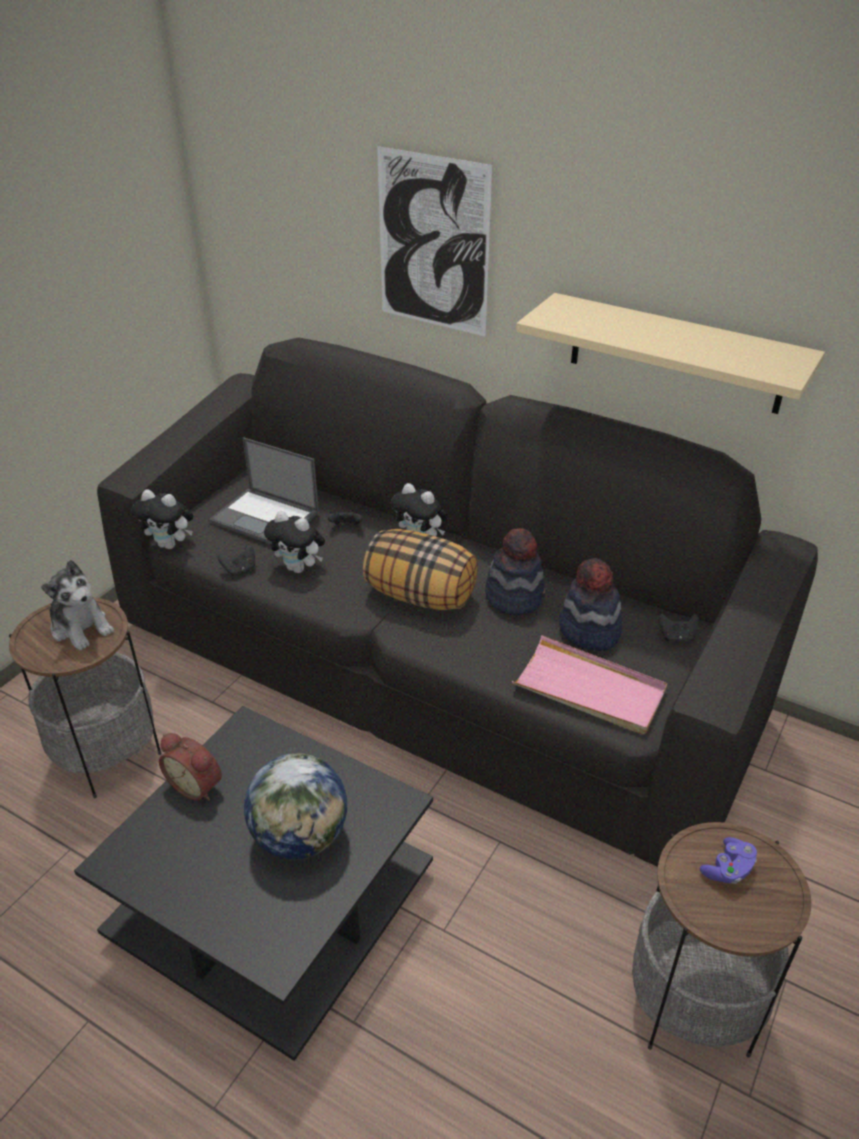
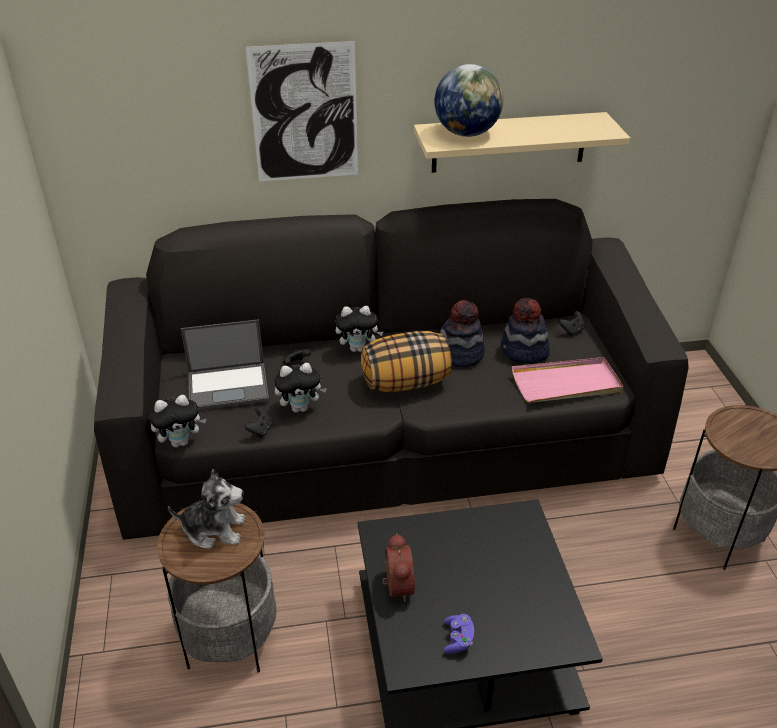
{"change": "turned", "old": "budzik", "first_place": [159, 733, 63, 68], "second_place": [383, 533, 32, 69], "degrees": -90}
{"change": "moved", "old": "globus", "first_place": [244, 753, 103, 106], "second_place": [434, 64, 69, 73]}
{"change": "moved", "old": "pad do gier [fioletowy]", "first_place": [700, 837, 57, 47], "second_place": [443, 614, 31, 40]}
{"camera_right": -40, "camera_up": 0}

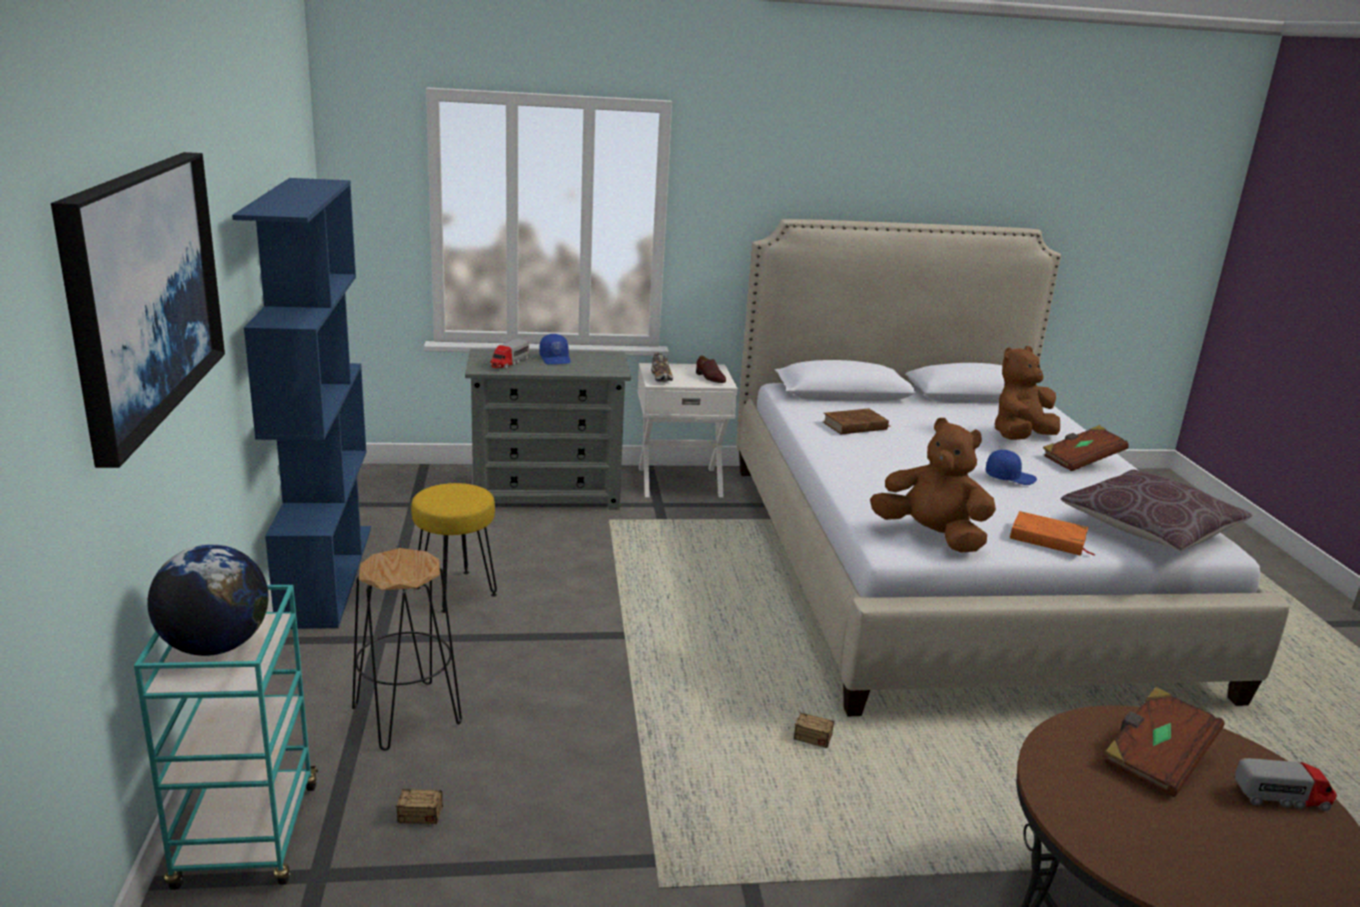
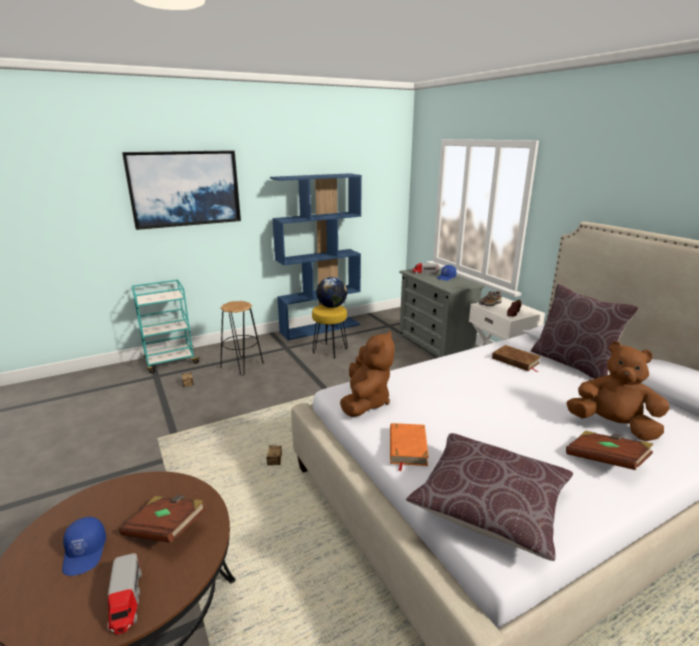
{"change": "moved", "old": "czapka z daszkiem [niebieski]", "first_place": [986, 450, 51, 35], "second_place": [62, 517, 44, 59]}
{"change": "moved", "old": "globus", "first_place": [147, 544, 122, 112], "second_place": [316, 277, 31, 31]}
{"change": "added", "new": "poduszka [brązowy]", "second_place": [531, 284, 108, 95]}
{"camera_right": 70, "camera_up": 0}

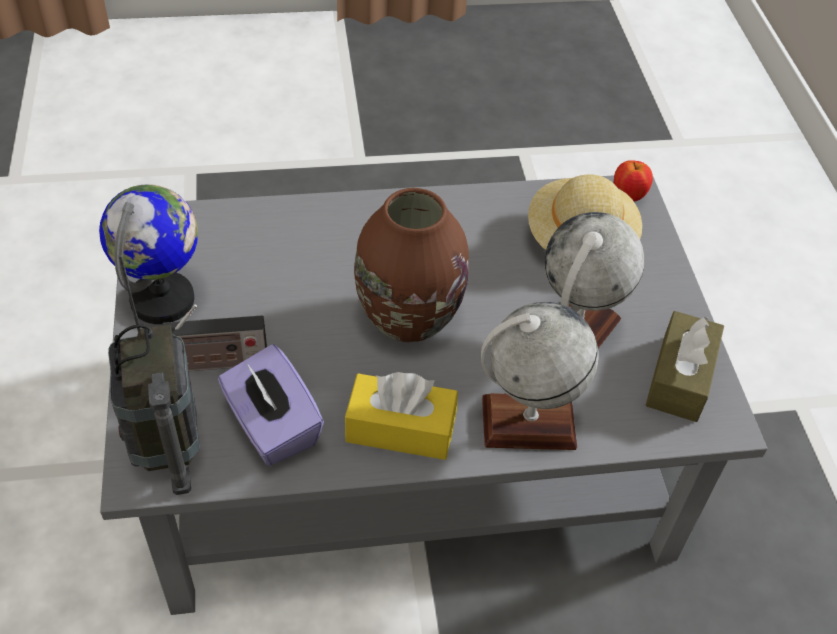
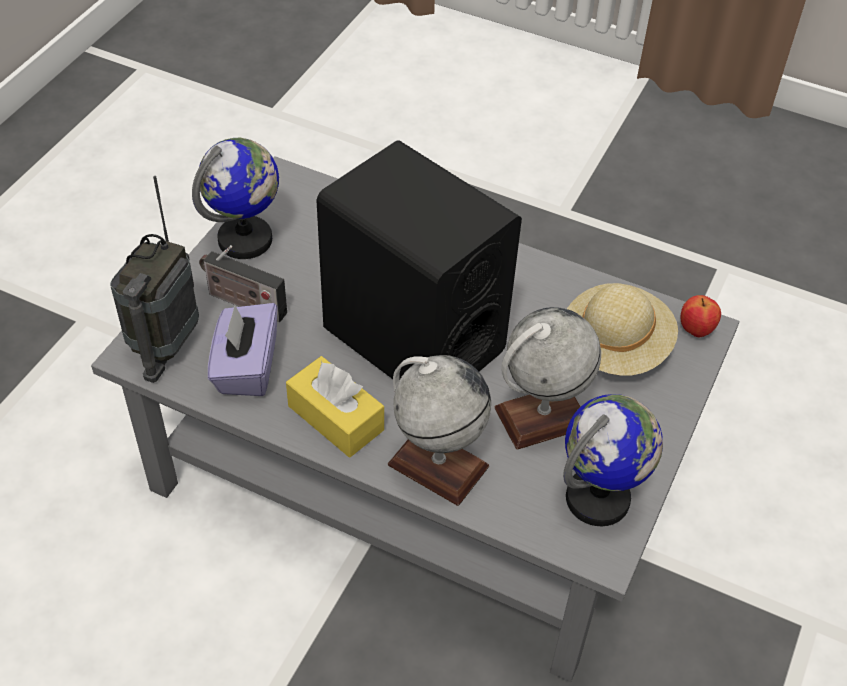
{"change": "replaced", "old": "wazon [brązowy]", "new": "głośnik [czarny]", "first_place": [354, 188, 115, 154], "second_place": [316, 140, 206, 240]}
{"change": "replaced", "old": "pudełko chusteczek [brązowy]", "new": "globus", "first_place": [646, 311, 78, 111], "second_place": [563, 394, 100, 132]}
{"camera_right": 35, "camera_up": 0}

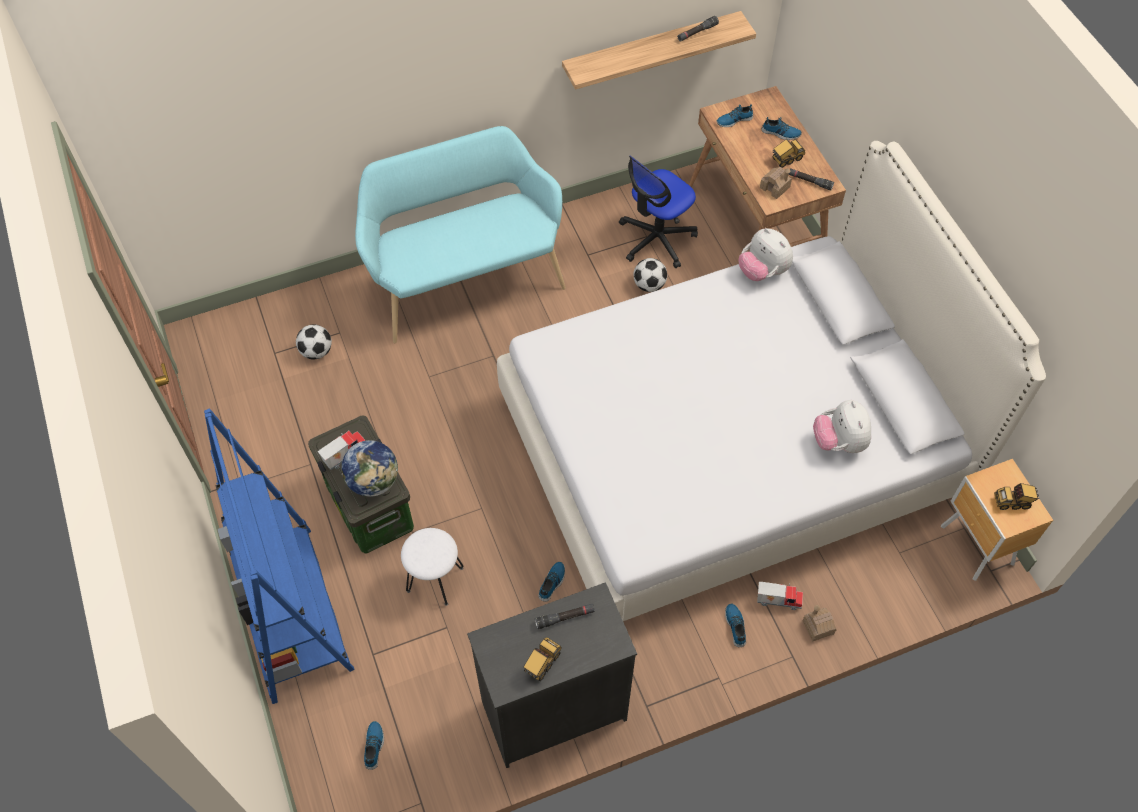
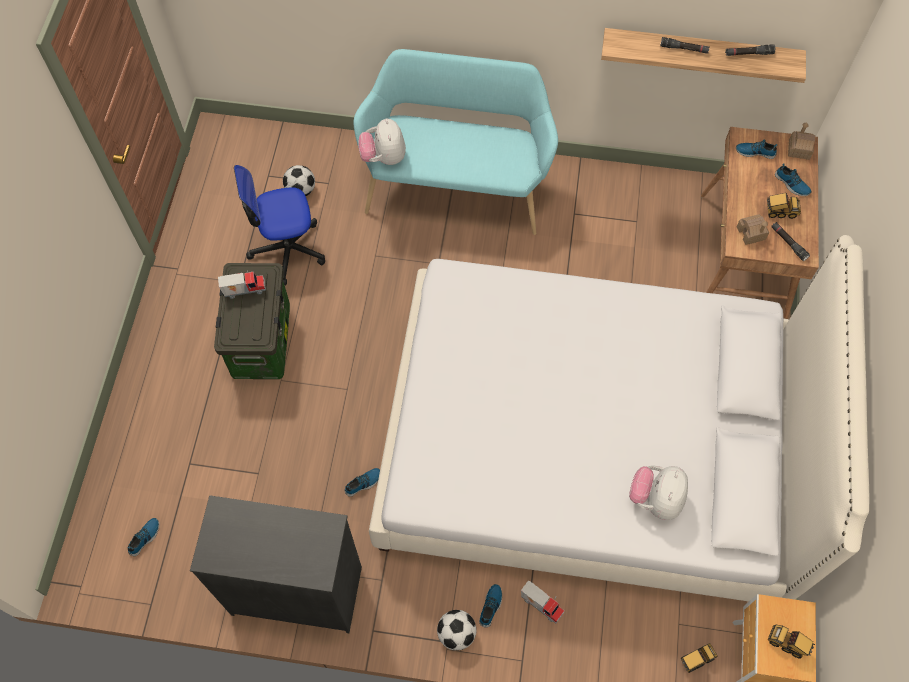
{"change": "moved", "old": "krzesło biurowe", "first_place": [619, 156, 79, 112], "second_place": [234, 165, 91, 120]}
{"change": "moved", "old": "pluszak", "first_place": [739, 228, 54, 53], "second_place": [358, 118, 48, 47]}
{"change": "moved", "old": "piłka futbolowa", "first_place": [633, 258, 34, 34], "second_place": [437, 610, 40, 40]}
{"change": "moved", "old": "latarka [czarny]", "first_place": [535, 604, 60, 25], "second_place": [660, 37, 50, 17]}
{"change": "moved", "old": "ciężarówka zabawkowa", "first_place": [523, 637, 39, 44], "second_place": [681, 643, 37, 30]}
{"change": "moved", "old": "domek", "first_place": [802, 605, 35, 37], "second_place": [788, 123, 27, 37]}
{"change": "removed", "old": "regał [niebieski]", "first_place": [204, 409, 150, 295]}
{"change": "removed", "old": "globus", "first_place": [341, 440, 57, 57]}
{"change": "removed", "old": "stołek [biały]", "first_place": [401, 528, 63, 78]}
{"camera_right": 30, "camera_up": 5}

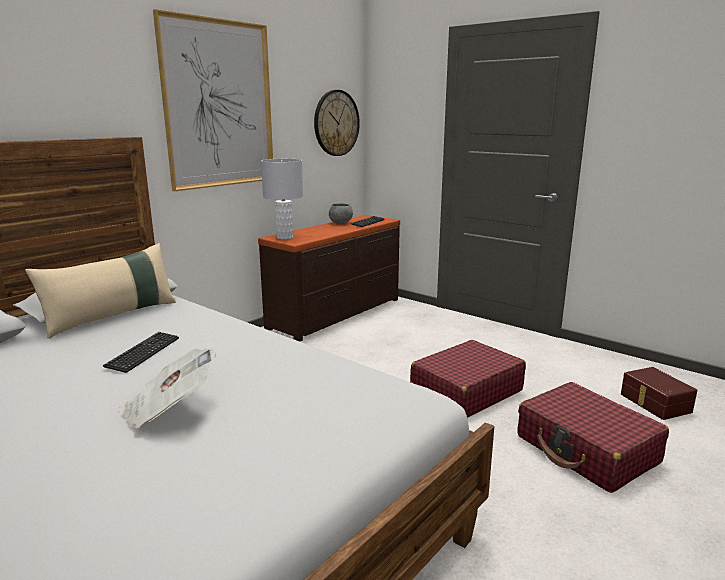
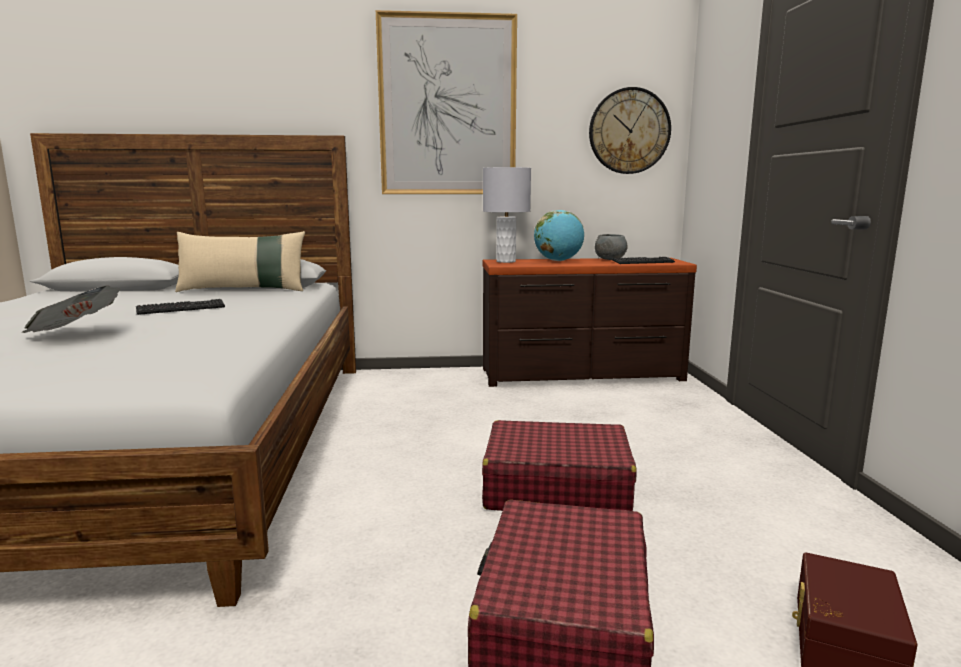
{"change": "added", "new": "globus", "second_place": [534, 210, 50, 51]}
{"camera_right": 45, "camera_up": -5}

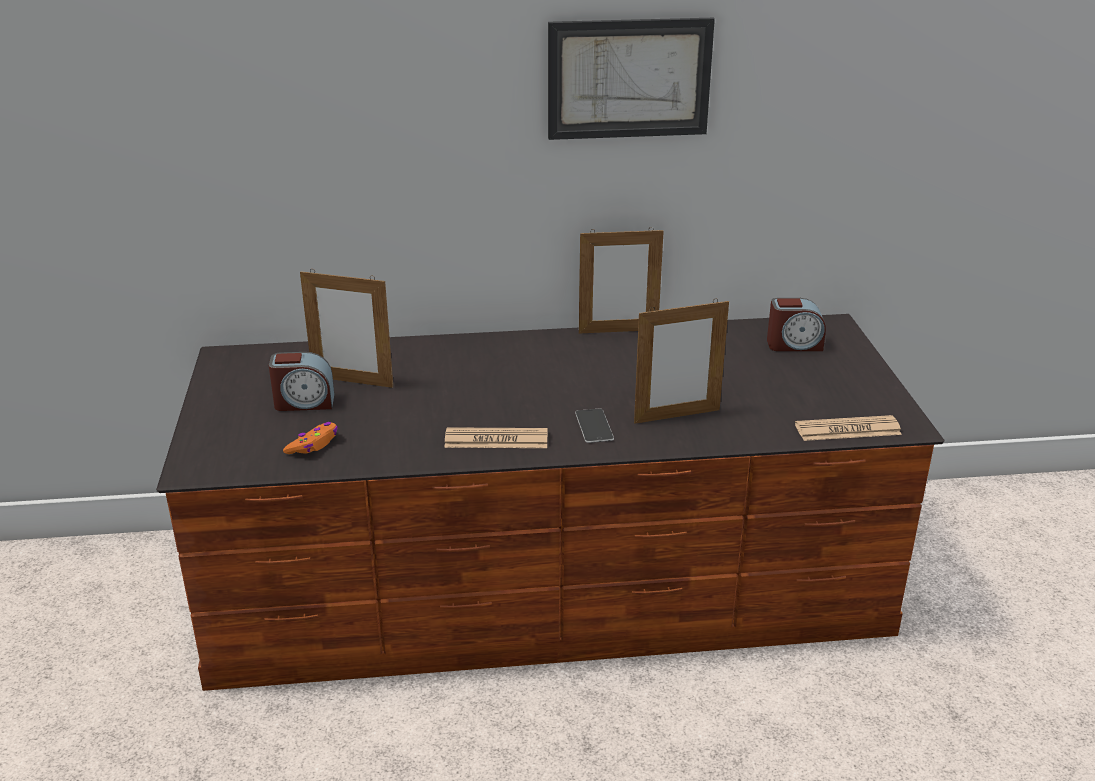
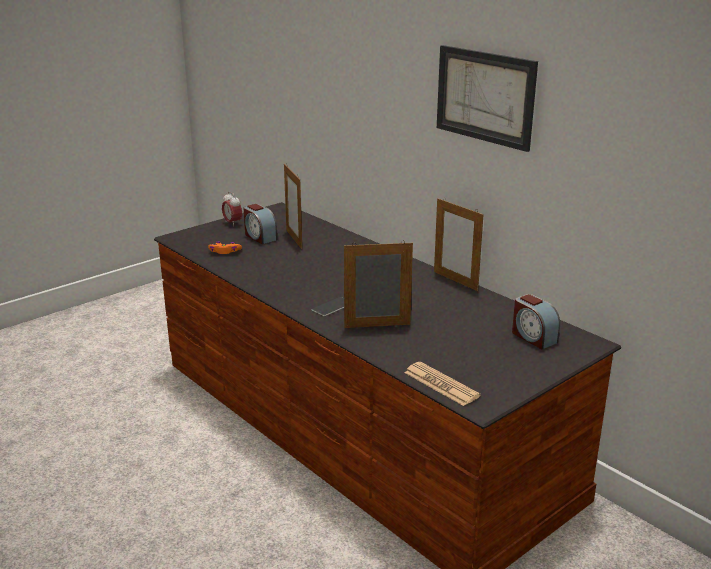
{"change": "added", "new": "budzik", "second_place": [222, 191, 20, 36]}
{"change": "turned", "old": "ramka na zdjęcie", "first_place": [634, 299, 95, 125], "second_place": [344, 241, 69, 87], "degrees": 135}
{"change": "removed", "old": "gazeta", "first_place": [444, 427, 103, 21]}
{"camera_right": 55, "camera_up": -5}

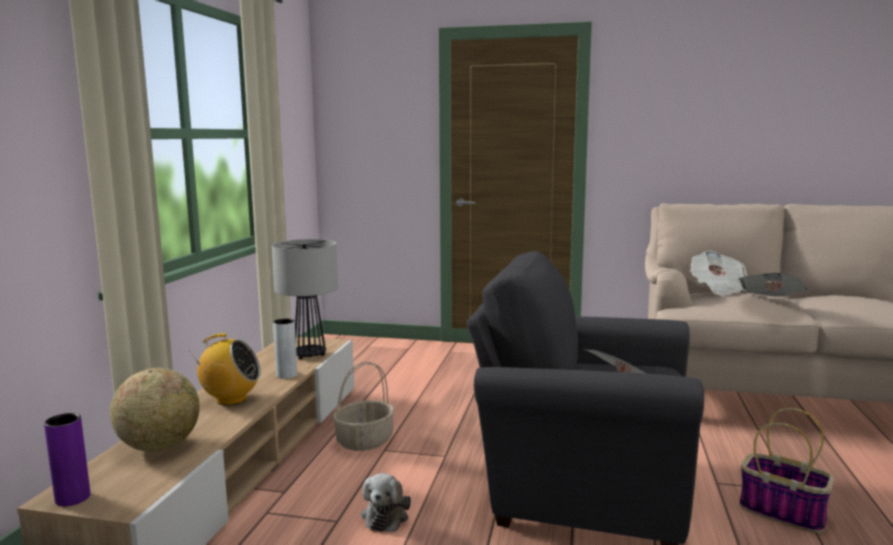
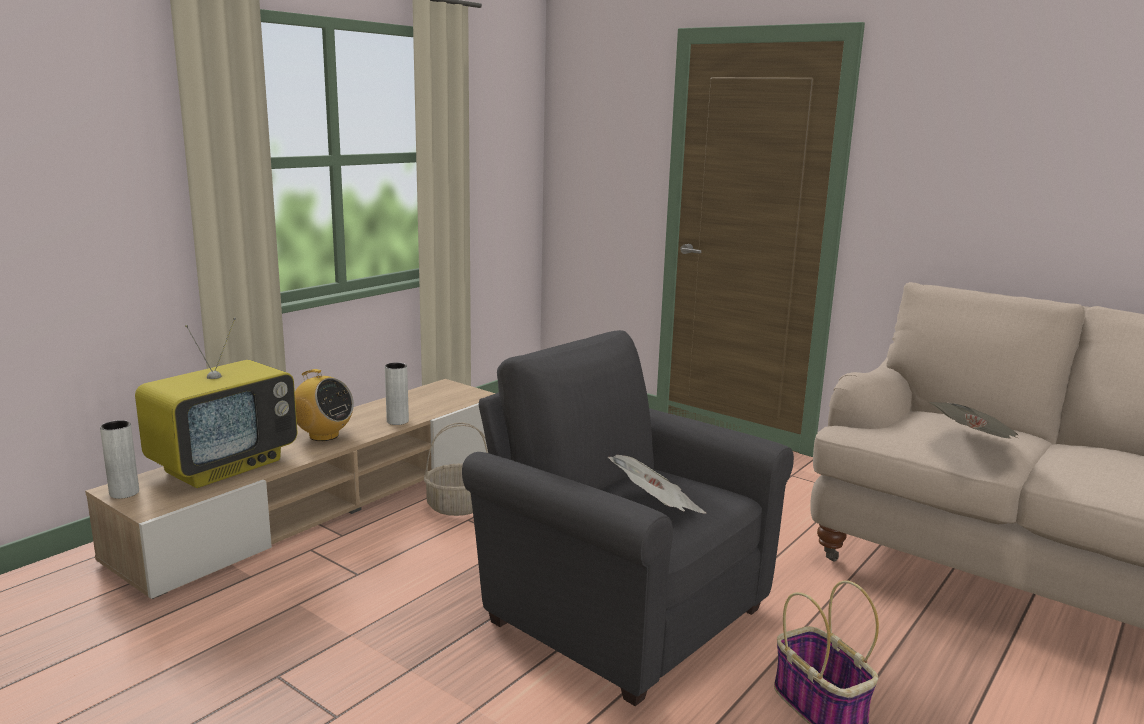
{"change": "recoloured", "old": "wazon [fioletowy]", "new": "wazon [szary]", "first_place": [44, 413, 46, 93], "second_place": [100, 420, 39, 79]}
{"change": "replaced", "old": "globus", "new": "telewizor", "first_place": [110, 368, 90, 84], "second_place": [135, 317, 162, 171]}
{"change": "removed", "old": "lampa stołowa", "first_place": [272, 239, 66, 121]}
{"change": "removed", "old": "pluszak", "first_place": [361, 473, 50, 59]}
{"change": "removed", "old": "gazeta", "first_place": [690, 251, 57, 45]}
{"camera_right": 25, "camera_up": 5}

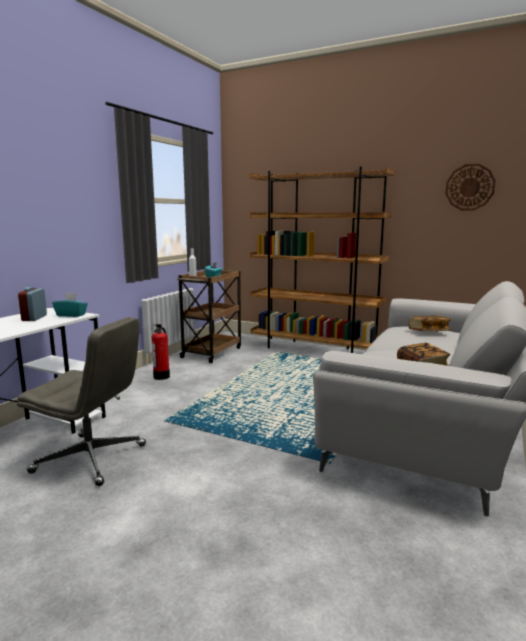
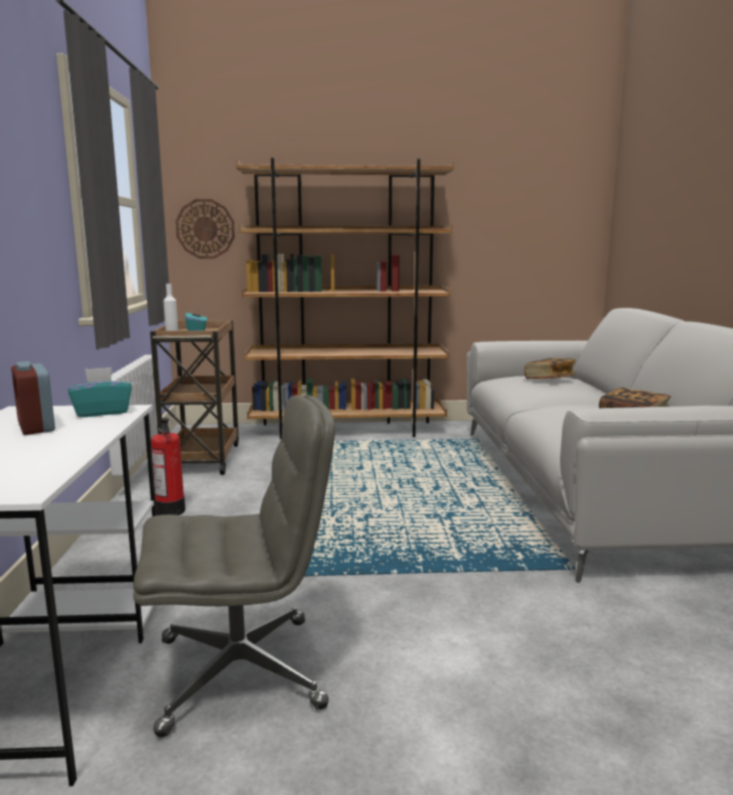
{"change": "moved", "old": "zegar ścienny", "first_place": [445, 164, 51, 47], "second_place": [176, 199, 59, 60]}
{"camera_right": -30, "camera_up": 0}

